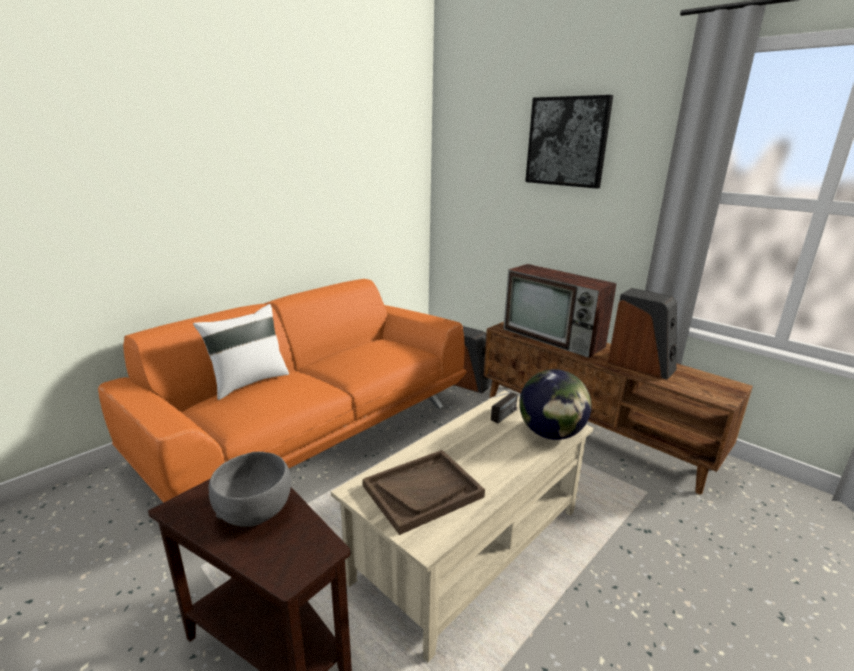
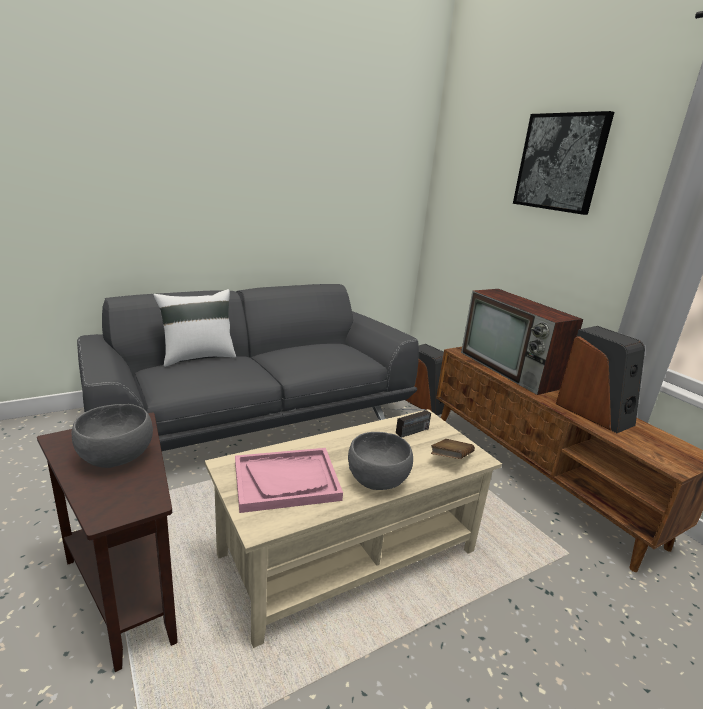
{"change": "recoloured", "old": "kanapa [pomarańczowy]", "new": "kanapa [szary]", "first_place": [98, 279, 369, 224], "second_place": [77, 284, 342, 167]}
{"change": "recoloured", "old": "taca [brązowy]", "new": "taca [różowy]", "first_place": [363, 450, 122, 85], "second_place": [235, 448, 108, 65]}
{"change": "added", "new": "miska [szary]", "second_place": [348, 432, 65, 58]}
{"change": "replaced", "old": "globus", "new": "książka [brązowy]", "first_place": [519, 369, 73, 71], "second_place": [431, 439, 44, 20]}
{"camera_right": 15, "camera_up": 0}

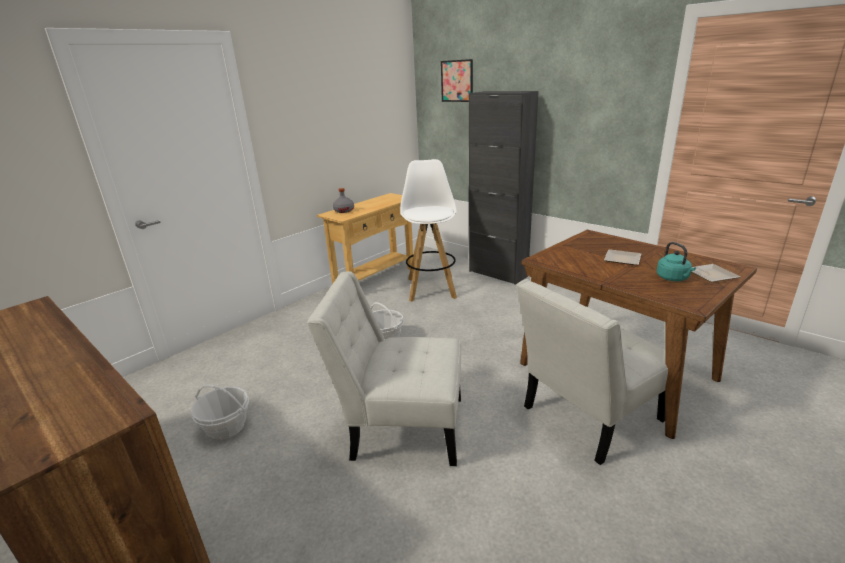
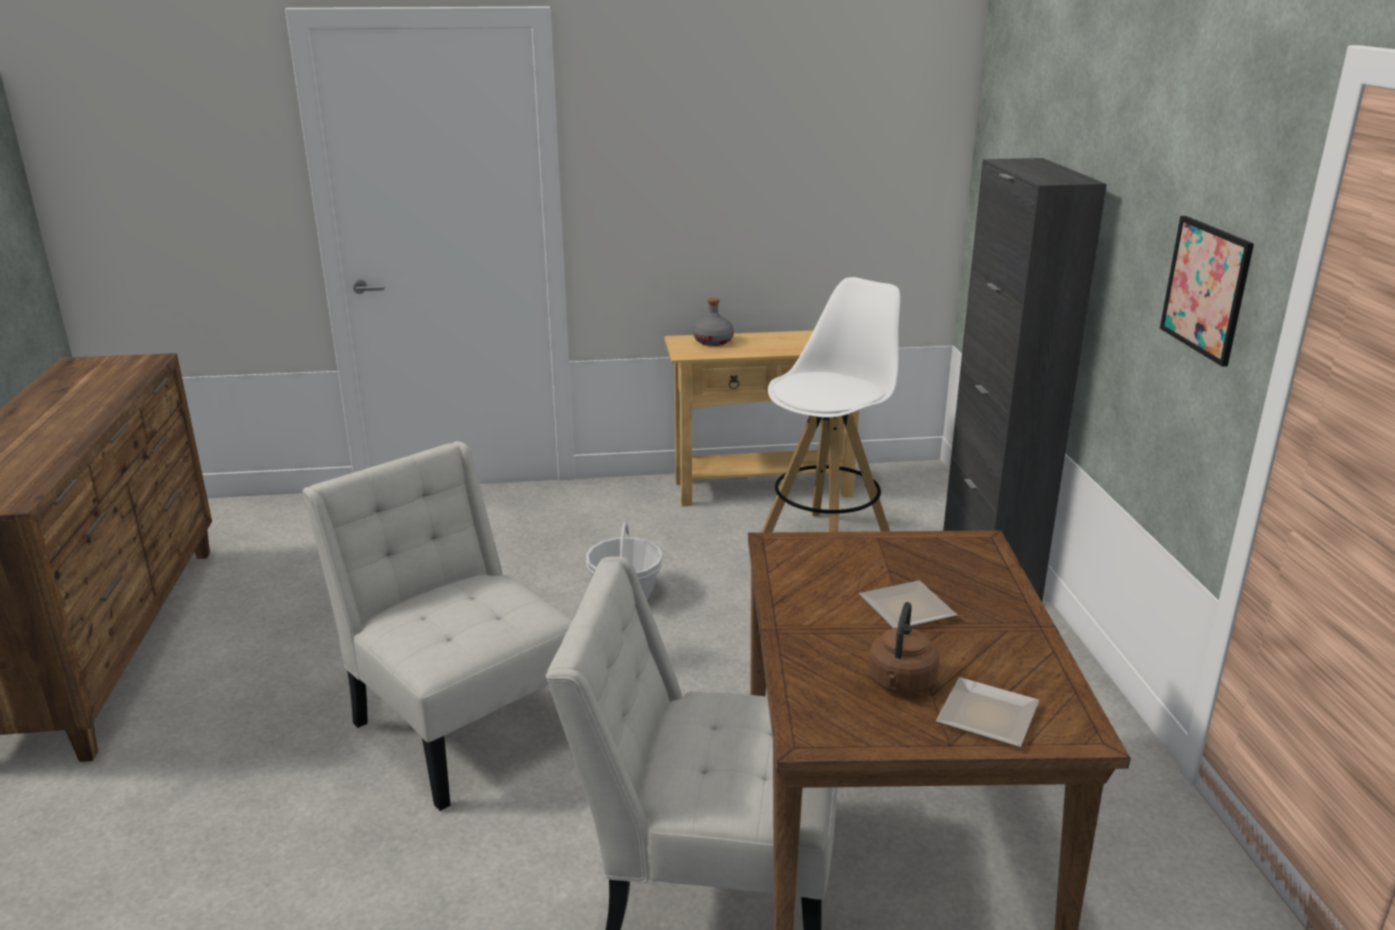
{"change": "recoloured", "old": "czajnik [turkusowy]", "new": "czajnik [brązowy]", "first_place": [657, 242, 39, 39], "second_place": [869, 602, 70, 92]}
{"change": "moved", "old": "obraz", "first_place": [441, 59, 32, 43], "second_place": [1160, 216, 94, 151]}
{"change": "removed", "old": "koszyk", "first_place": [191, 384, 58, 56]}
{"camera_right": 40, "camera_up": 0}

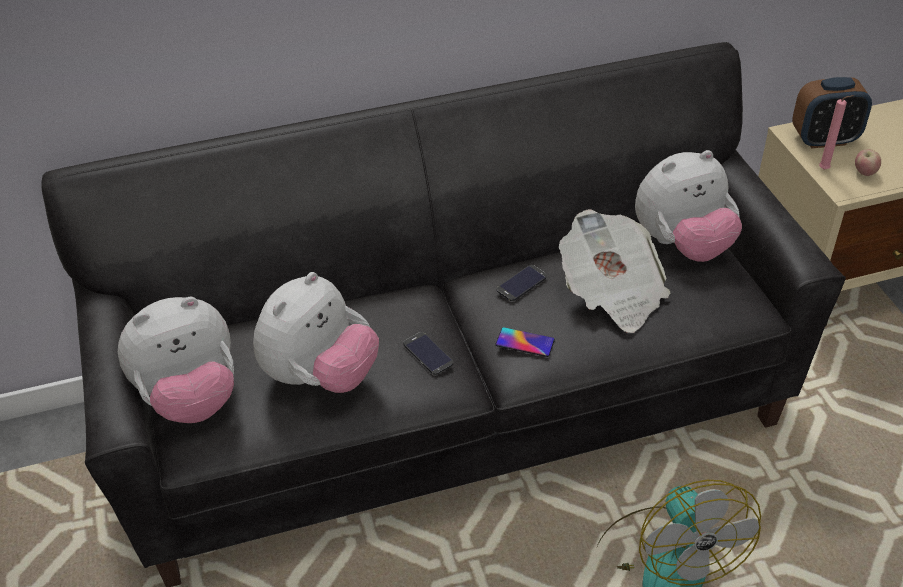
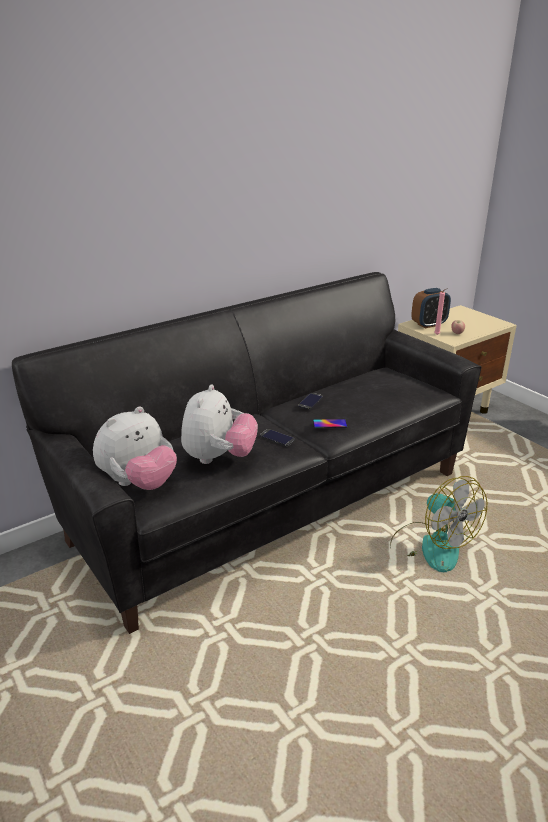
{"change": "removed", "old": "gazeta", "first_place": [559, 209, 112, 124]}
{"change": "removed", "old": "pluszak", "first_place": [635, 150, 107, 112]}
{"camera_right": -20, "camera_up": -15}

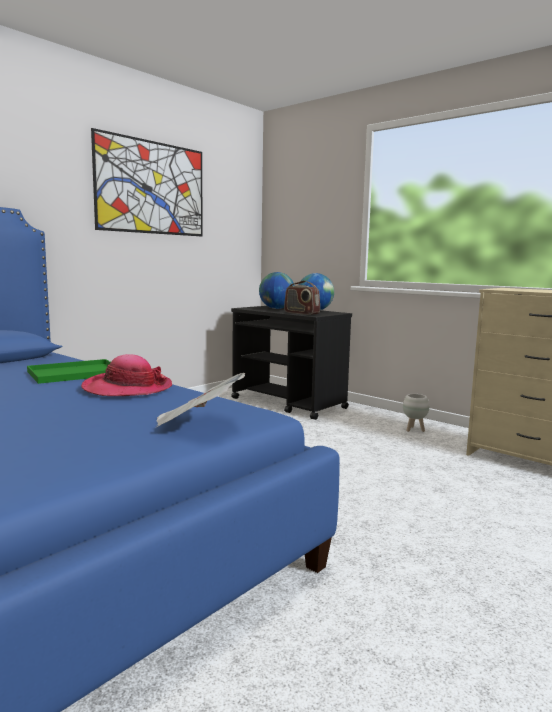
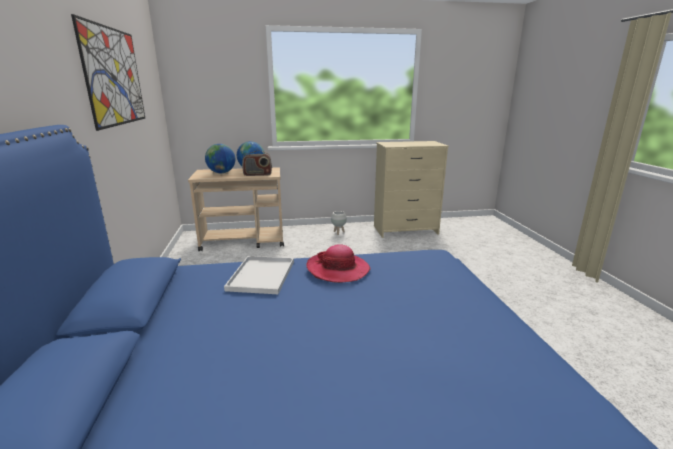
{"change": "recoloured", "old": "wózek [czarny]", "new": "wózek [beżowy]", "first_place": [231, 306, 121, 114], "second_place": [188, 167, 96, 84]}
{"change": "recoloured", "old": "taca [zielony]", "new": "taca [biały]", "first_place": [27, 359, 84, 25], "second_place": [224, 256, 70, 38]}
{"change": "removed", "old": "gazeta", "first_place": [156, 373, 89, 54]}
{"camera_right": -50, "camera_up": 10}

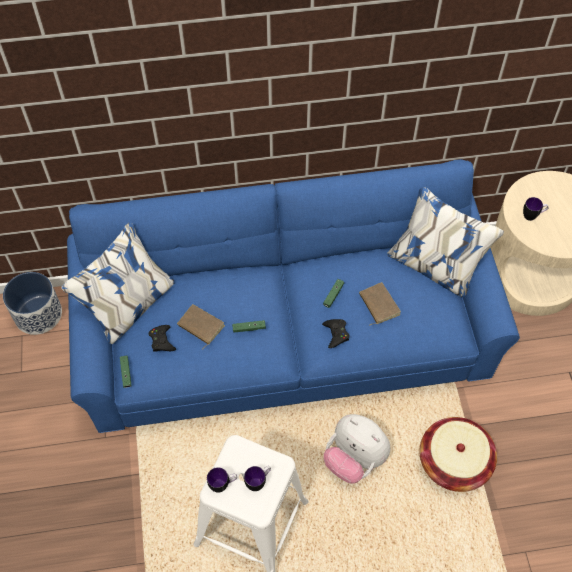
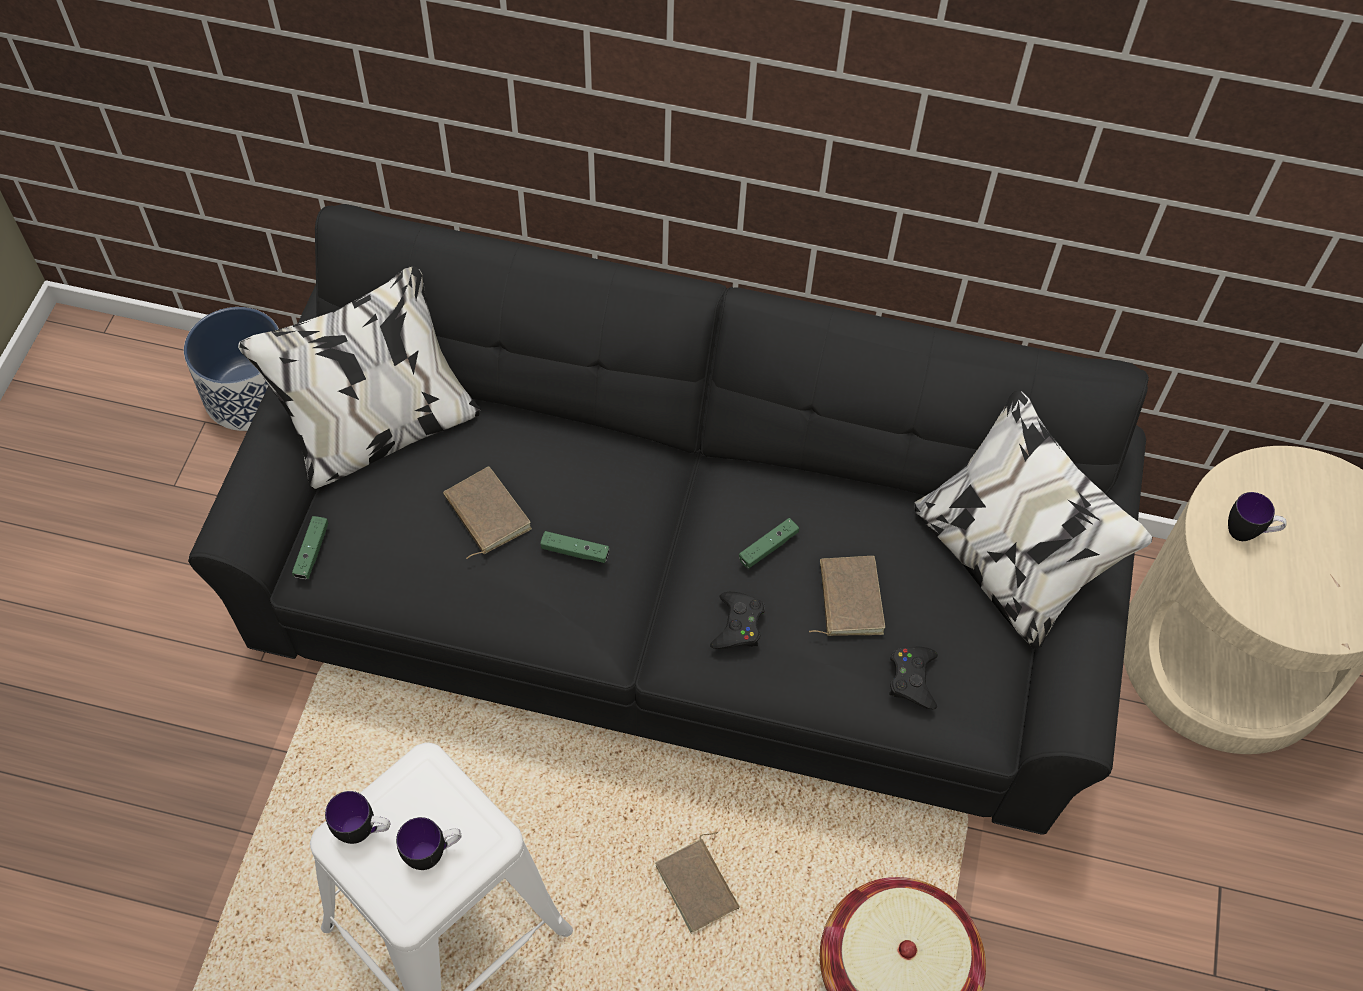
{"change": "recoloured", "old": "kanapa [niebieski]", "new": "kanapa [czarny]", "first_place": [61, 159, 459, 274], "second_place": [188, 204, 964, 630]}
{"change": "replaced", "old": "pluszak", "new": "książka [brązowy]", "first_place": [324, 414, 66, 70], "second_place": [655, 832, 85, 102]}
{"change": "moved", "old": "pad do gier [czarny]", "first_place": [149, 325, 27, 27], "second_place": [889, 647, 49, 62]}
{"camera_right": 20, "camera_up": 0}

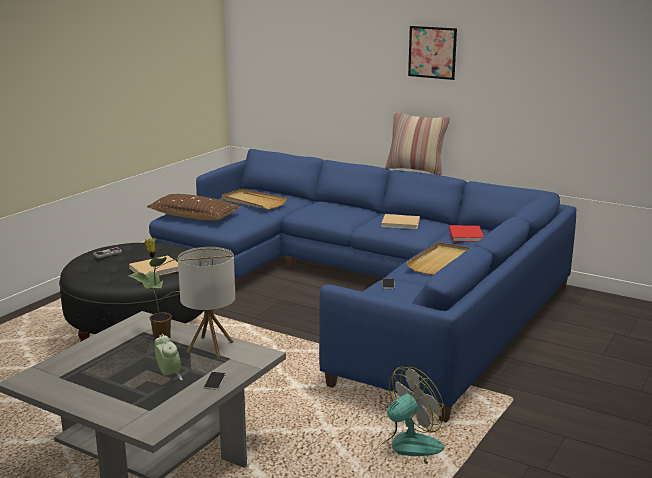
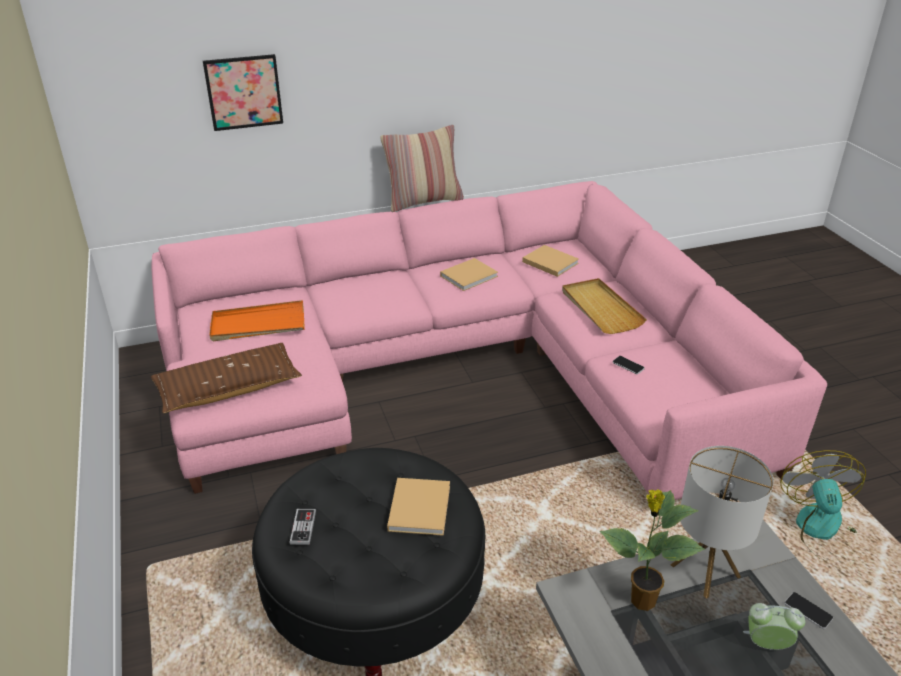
{"change": "recoloured", "old": "kanapa [niebieski]", "new": "kanapa [różowy]", "first_place": [149, 149, 427, 273], "second_place": [151, 181, 676, 319]}
{"change": "moved", "old": "obraz", "first_place": [408, 26, 49, 54], "second_place": [203, 54, 80, 77]}
{"change": "recoloured", "old": "taca [beżowy]", "new": "taca [pomarańczowy]", "first_place": [222, 189, 65, 21], "second_place": [209, 300, 96, 41]}
{"change": "recoloured", "old": "książka [czerwony]", "new": "książka [beżowy]", "first_place": [449, 225, 35, 17], "second_place": [522, 245, 57, 32]}
{"camera_right": -50, "camera_up": 15}

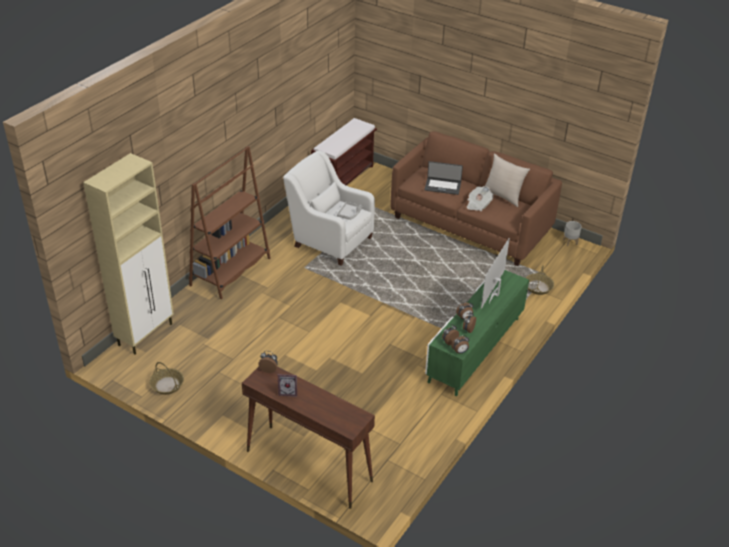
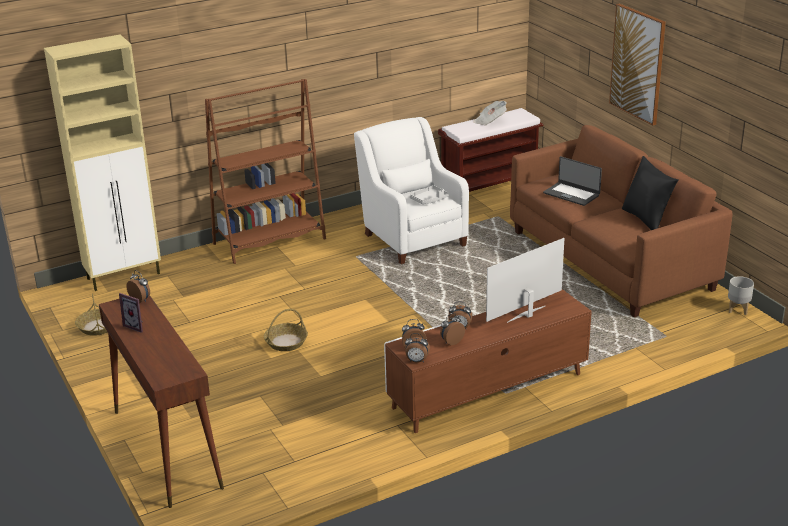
{"change": "moved", "old": "koszyk", "first_place": [526, 265, 28, 30], "second_place": [264, 309, 44, 42]}
{"change": "recoloured", "old": "szafka pod telewizor [zielony]", "new": "szafka pod telewizor [brązowy]", "first_place": [425, 270, 104, 126], "second_place": [384, 289, 208, 144]}
{"change": "moved", "old": "gazeta", "first_place": [467, 186, 26, 25], "second_place": [473, 101, 34, 25]}
{"change": "added", "new": "obraz", "second_place": [609, 3, 57, 123]}
{"change": "recoloured", "old": "poduszka [beżowy]", "new": "poduszka [czarny]", "first_place": [485, 153, 45, 54], "second_place": [622, 156, 56, 74]}
{"camera_right": 30, "camera_up": -10}

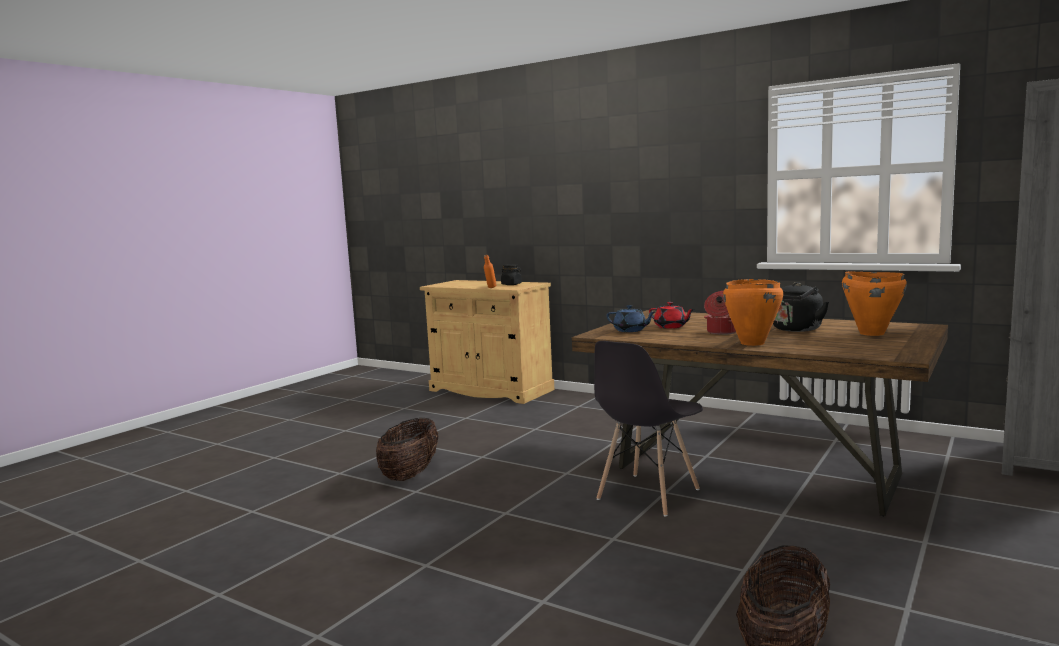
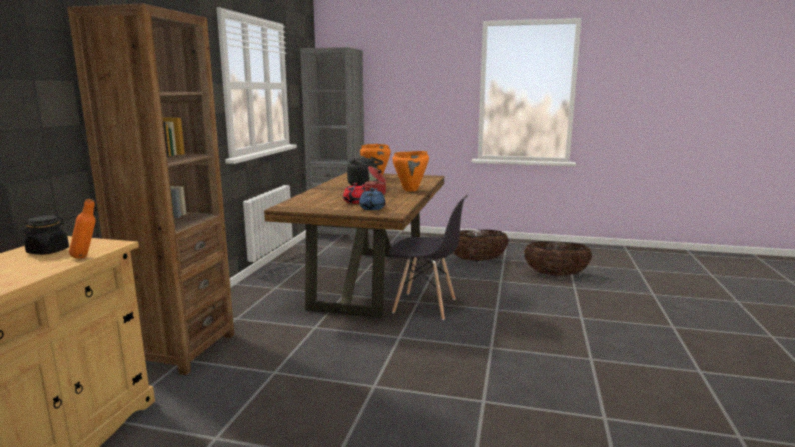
{"change": "added", "new": "regał [brązowy]", "second_place": [67, 4, 168, 371]}
{"change": "moved", "old": "koszyk", "first_place": [376, 418, 62, 63], "second_place": [453, 230, 56, 31]}
{"camera_right": -110, "camera_up": 5}

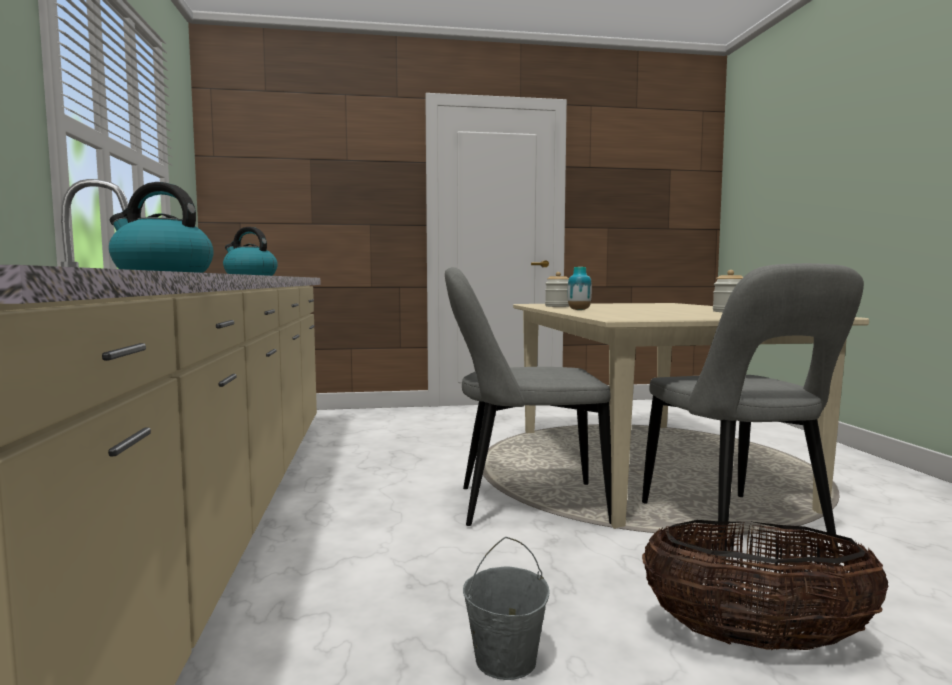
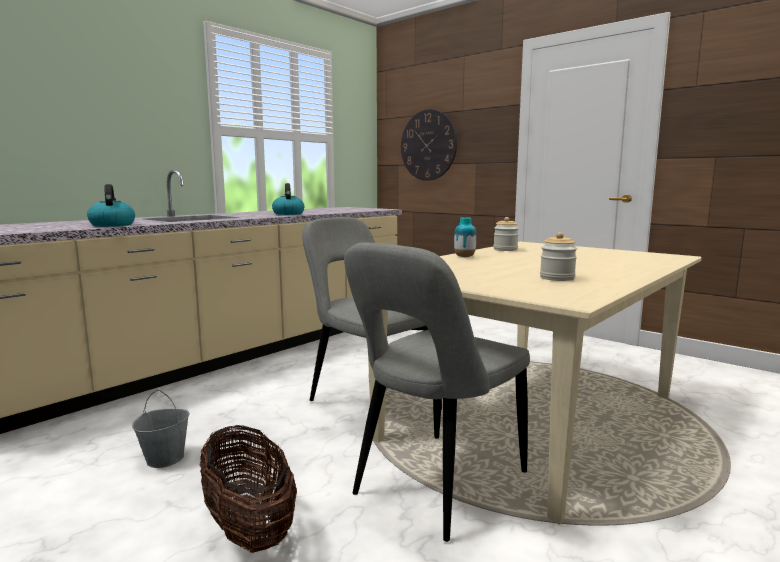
{"change": "added", "new": "zegar ścienny", "second_place": [401, 109, 56, 72]}
{"camera_right": 50, "camera_up": 5}

